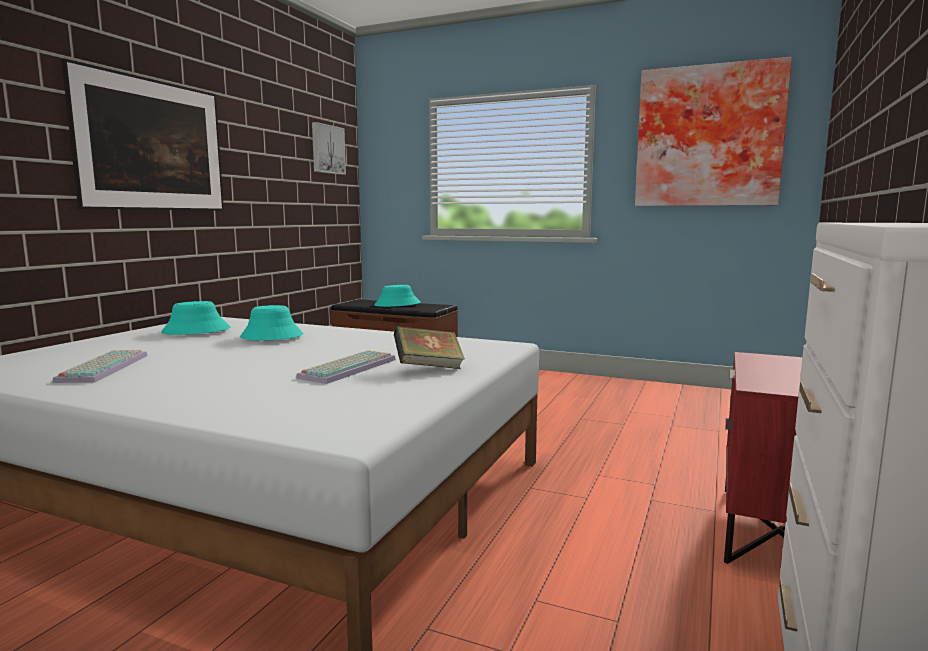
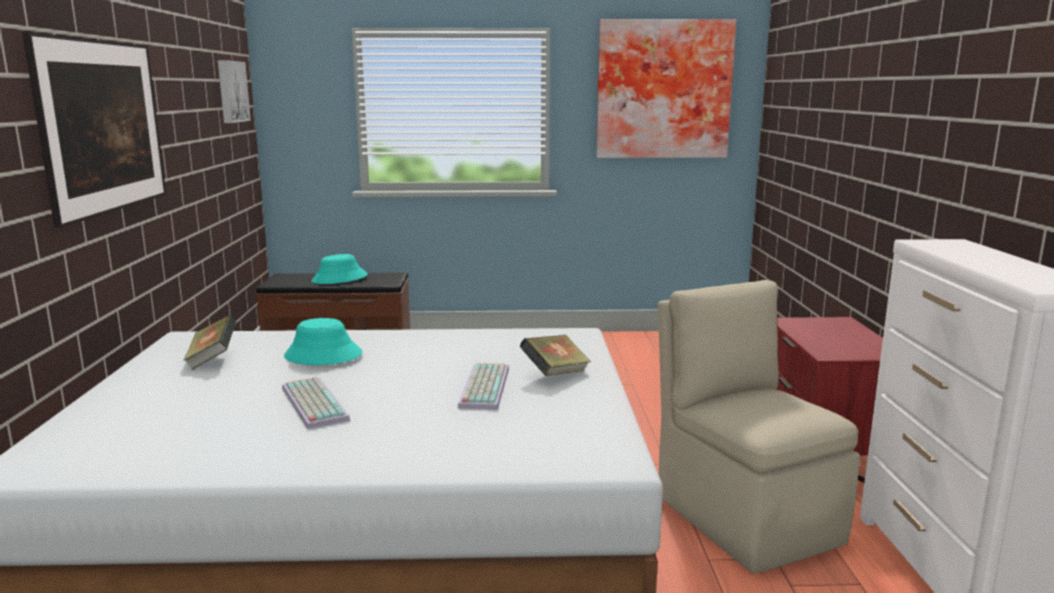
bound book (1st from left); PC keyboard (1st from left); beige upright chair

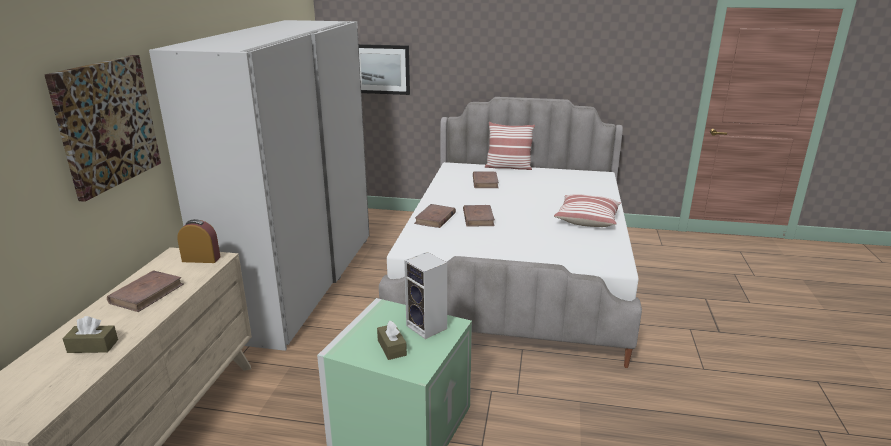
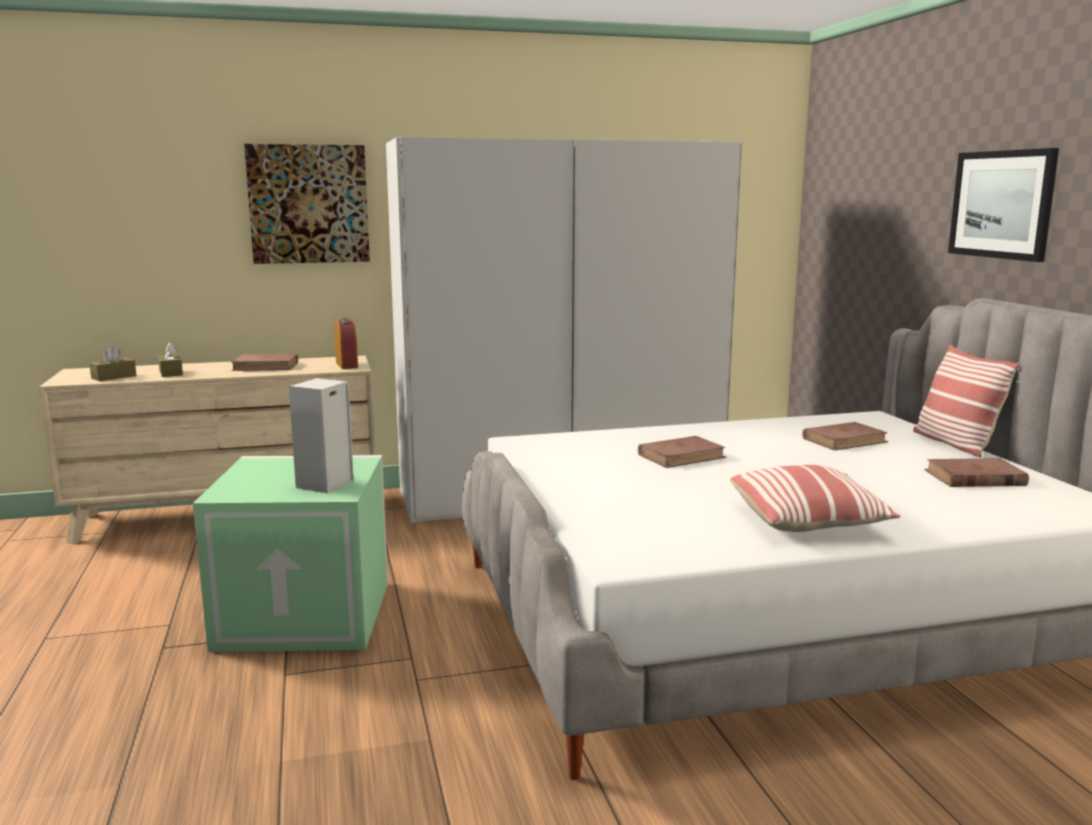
picture (2nd from left); brown bound book (4th from left); brown box of tissues (1st from left)

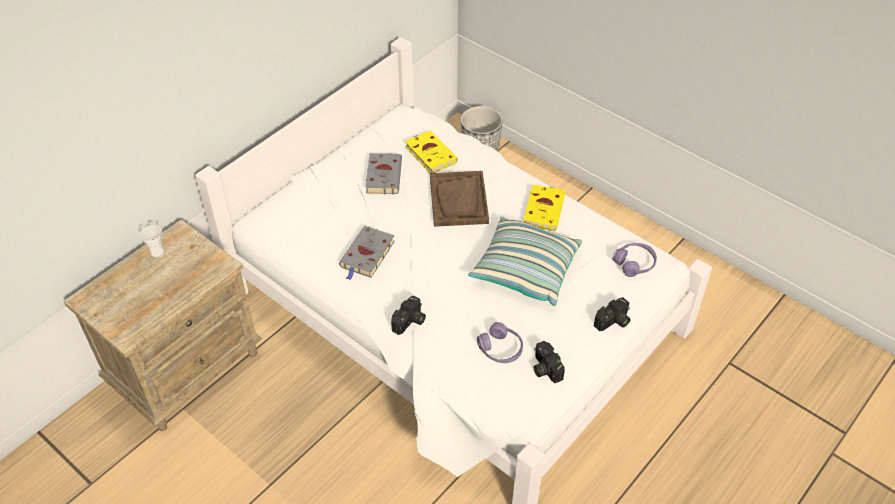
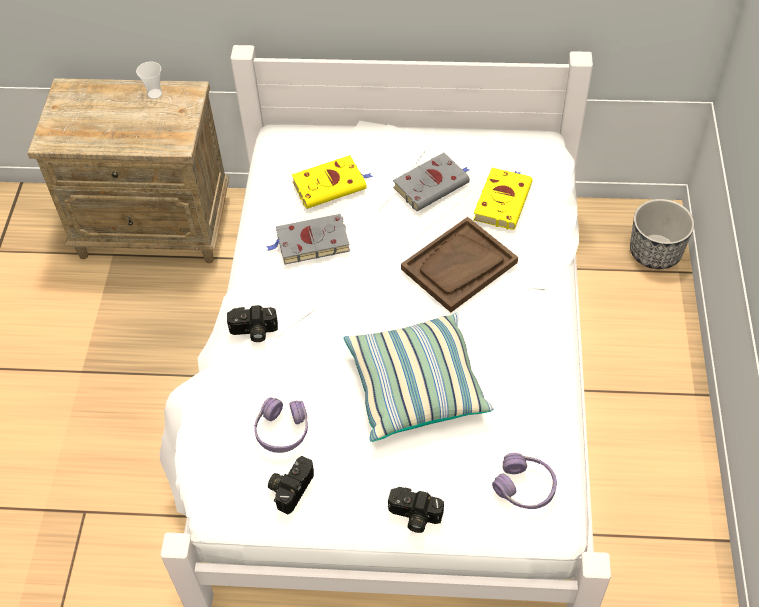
yellowish bound book (1st from left)

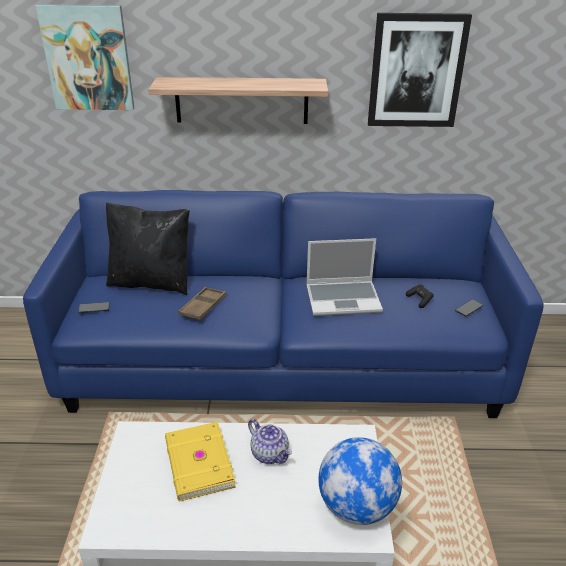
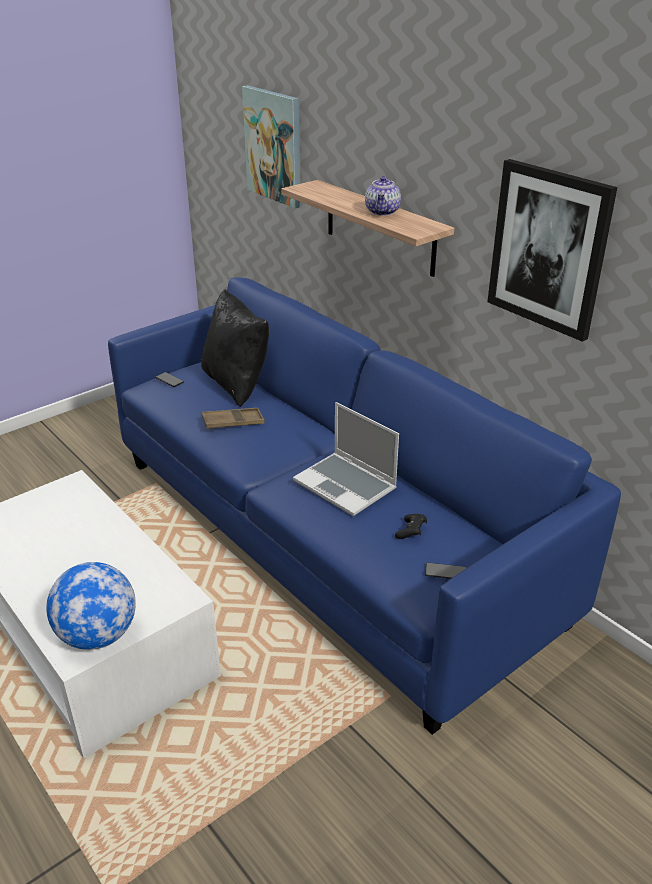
teapot; yellowish bound book

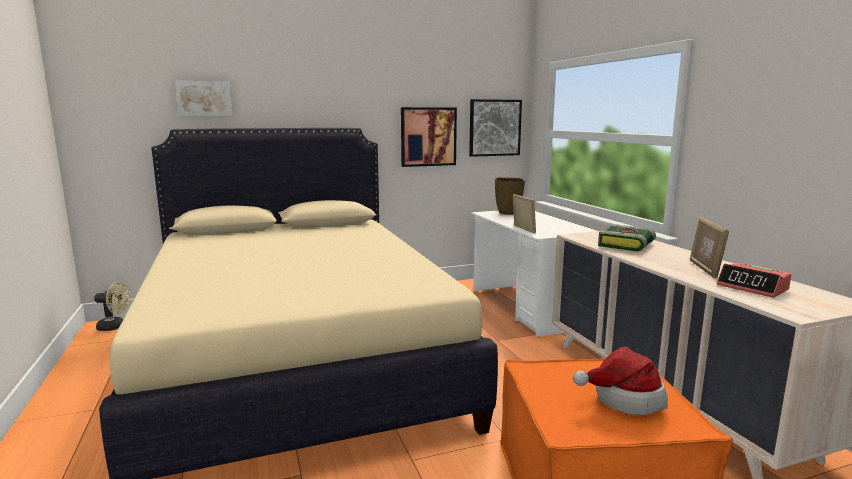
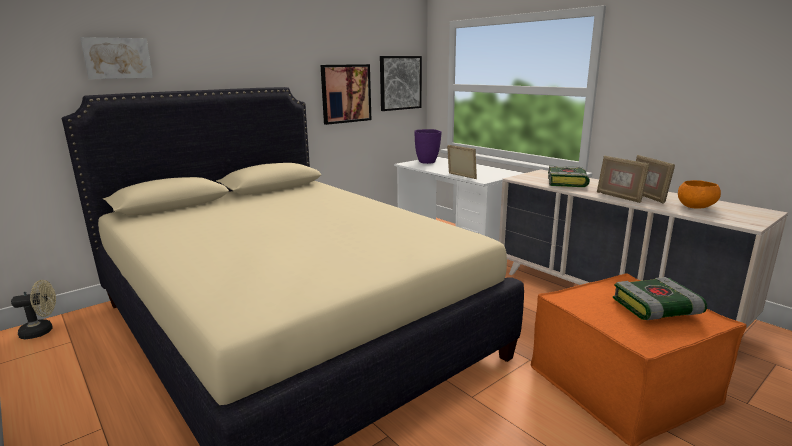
purple-coloured vase; orange deep dish; bound book (2nd from left); standing frame (2nd from left)

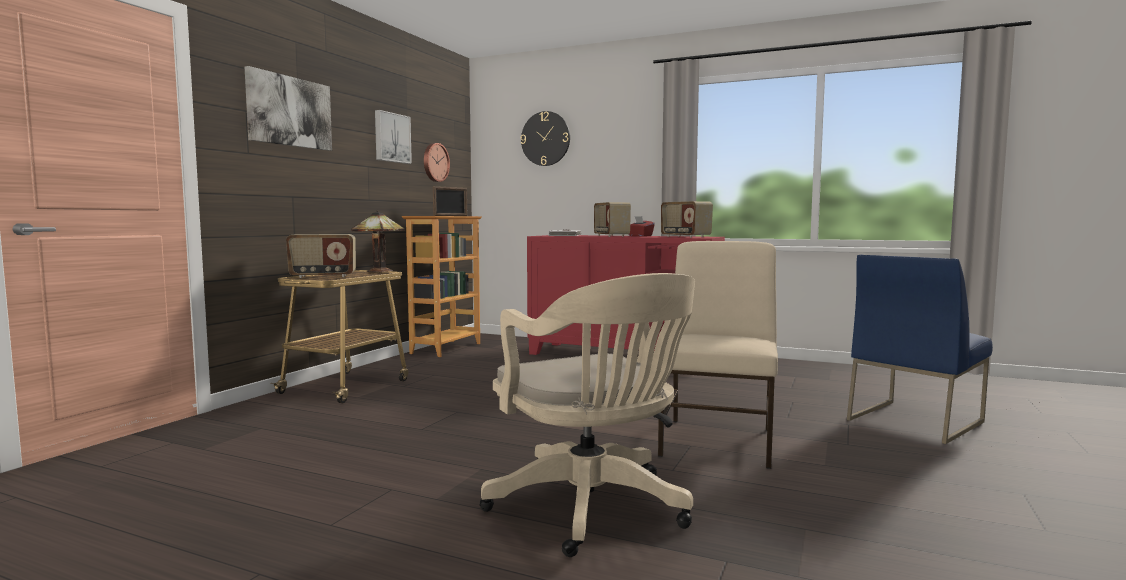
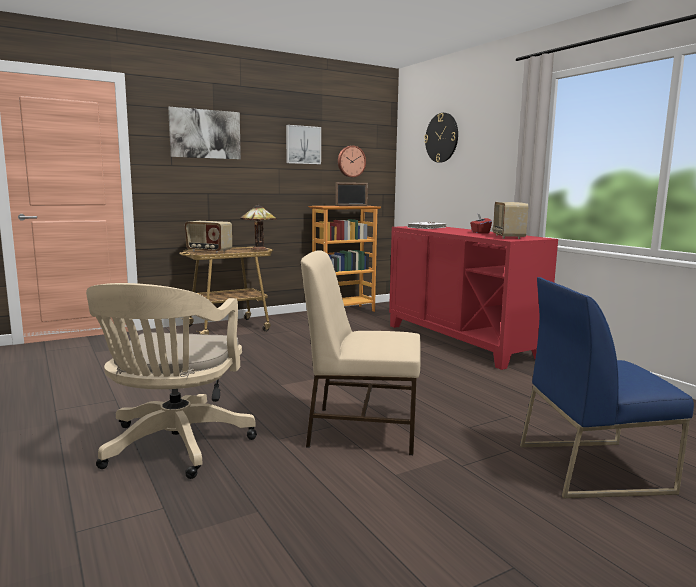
radio receiver (2nd from left in the first image); beige upright chair

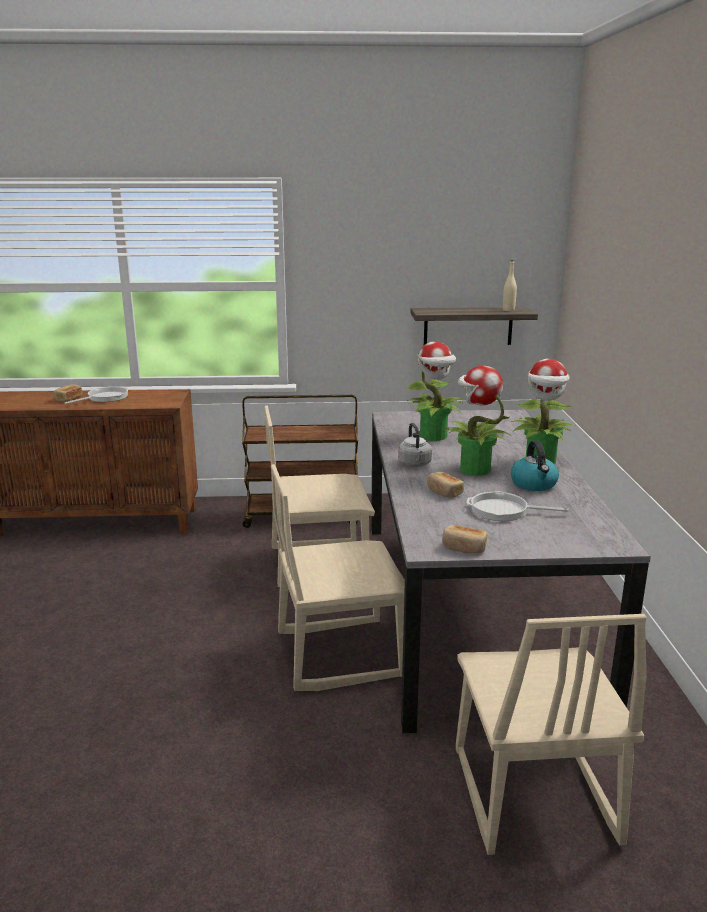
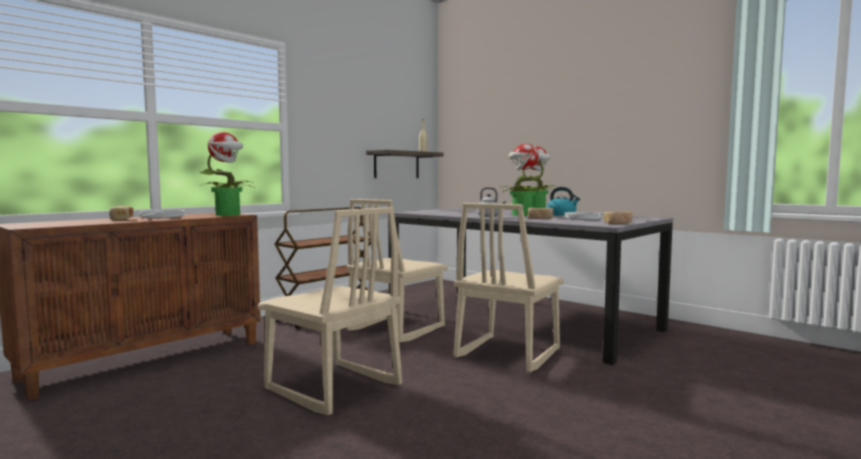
plant in a pot (1st from left); beige upright chair (1st from left)

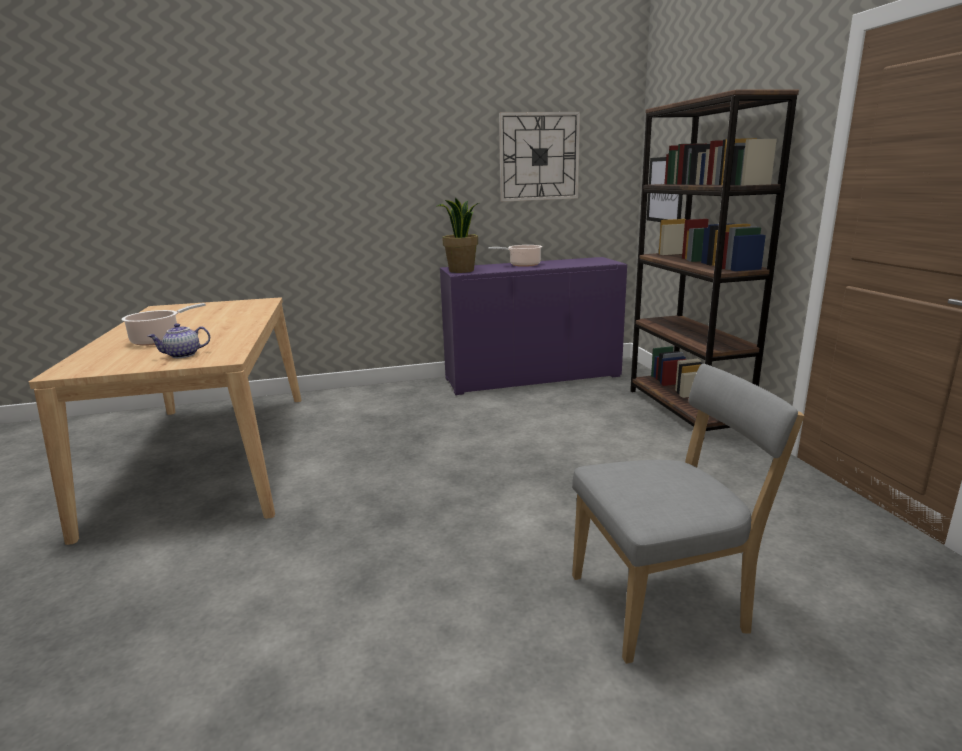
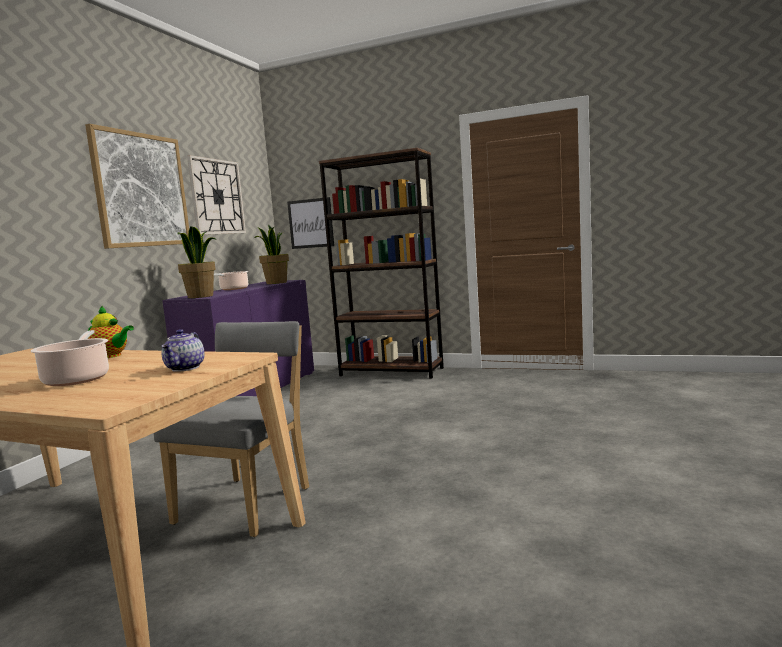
grey upright chair; picture (1st from left); plant in a pot (2nd from left); teapot (1st from left)

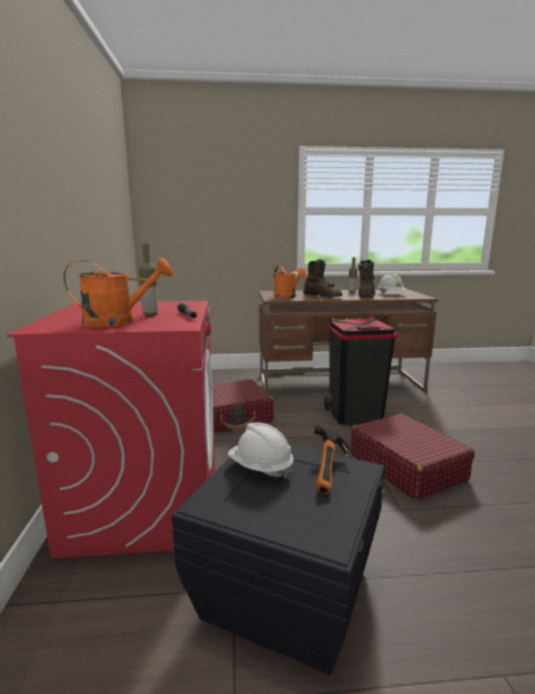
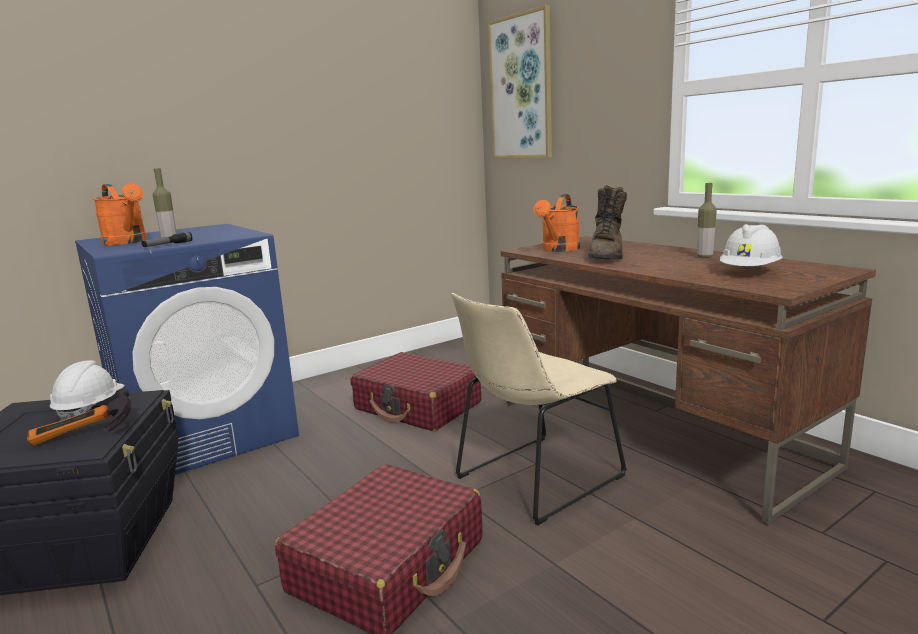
brown boot (2nd from left in the first image); blue-coloured laundry appliance; beige upright chair; picture

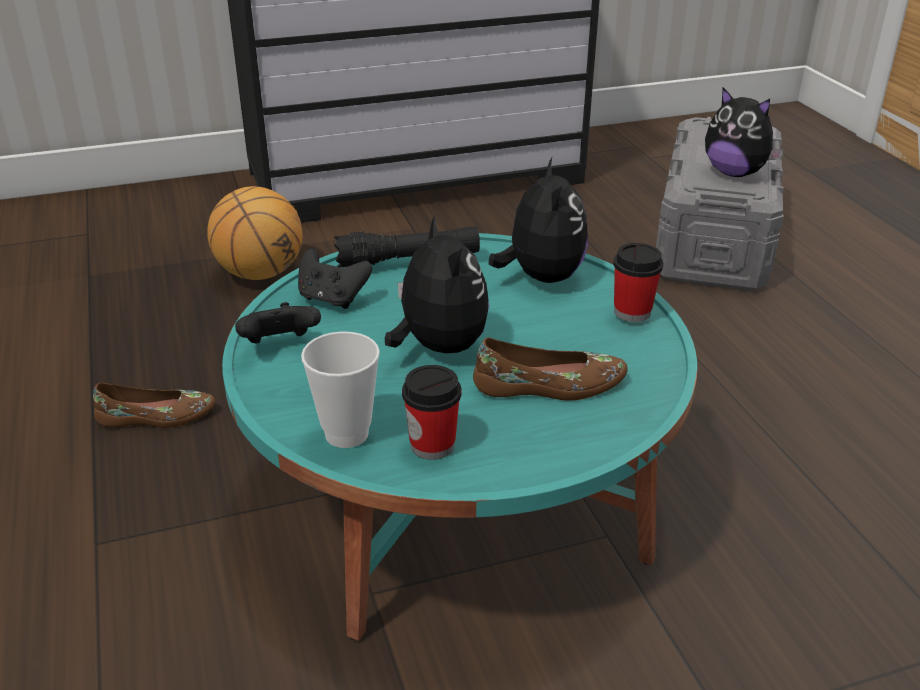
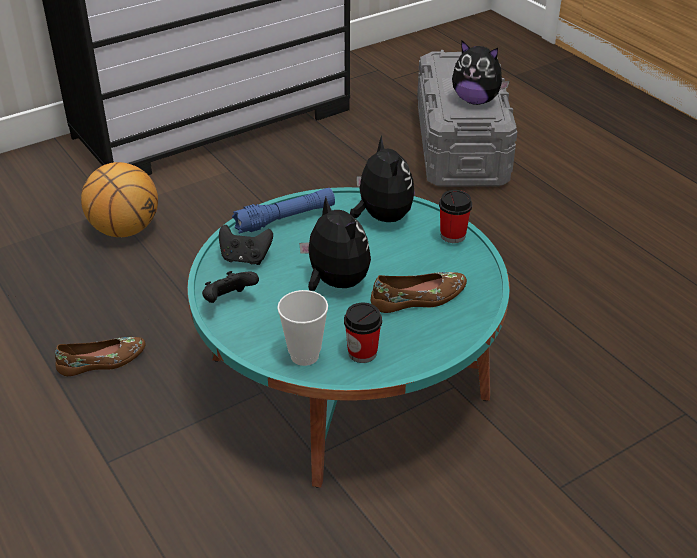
blue-coloured flashlight

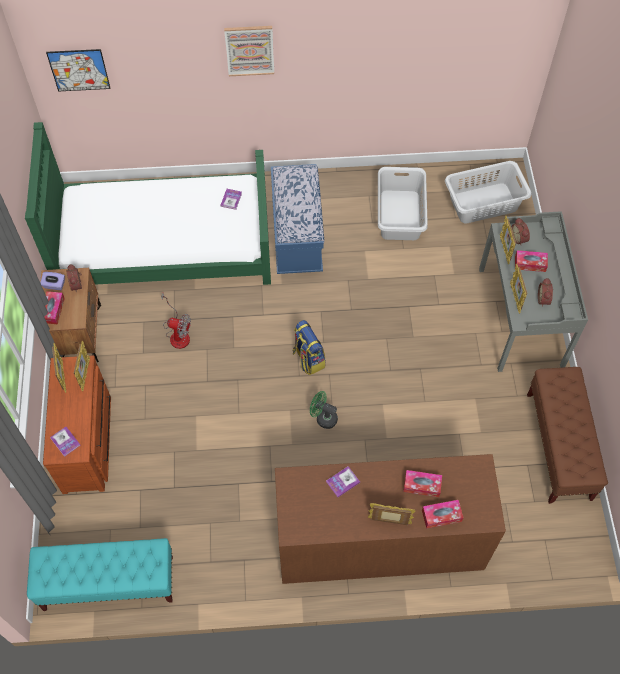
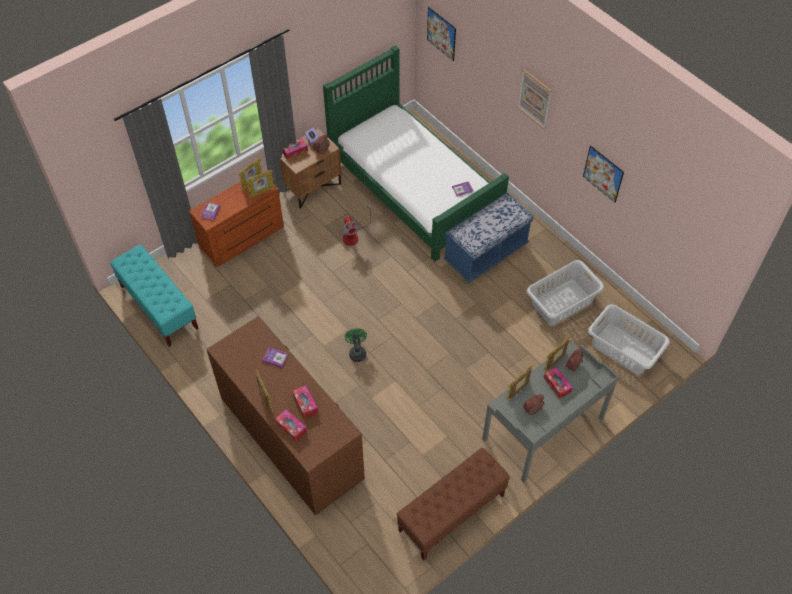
backpack; picture (3rd from left)

